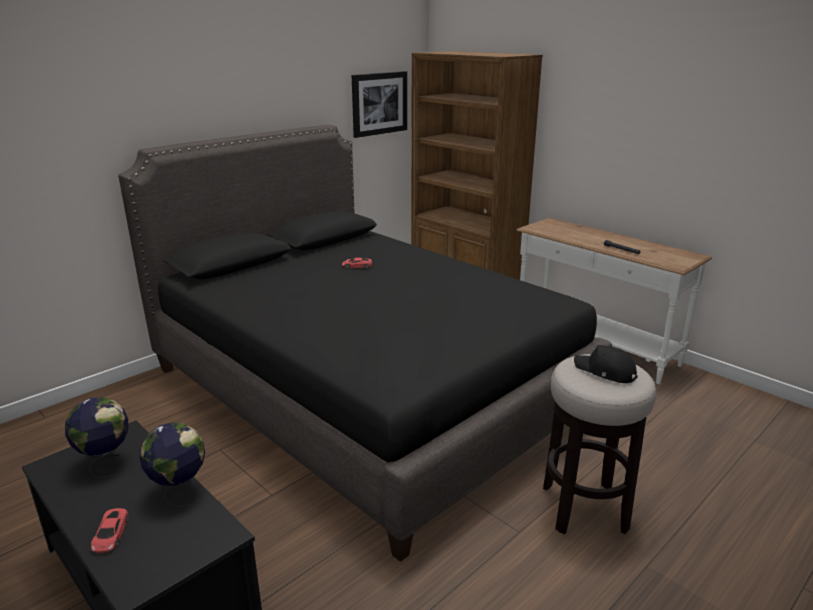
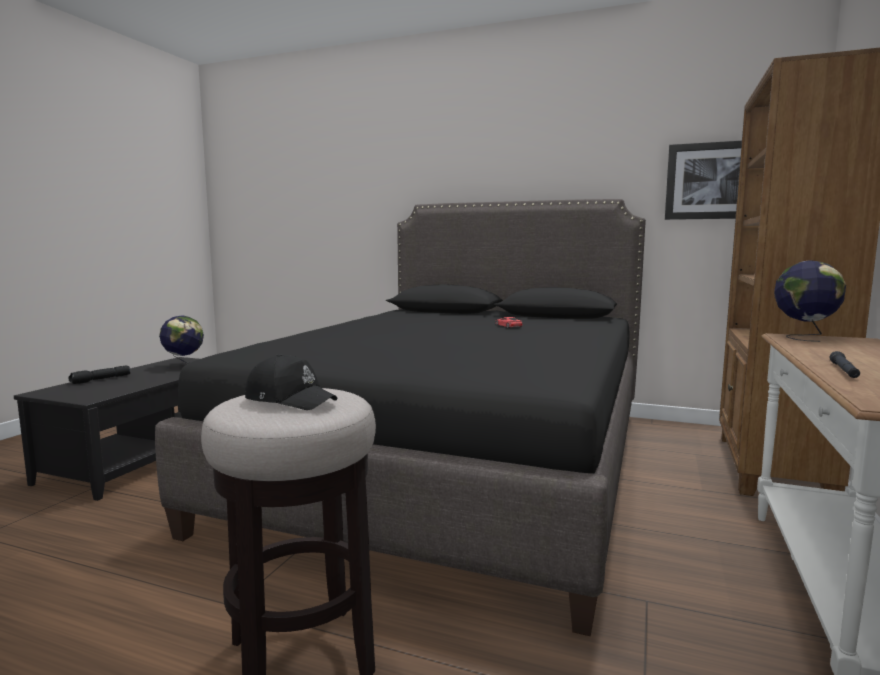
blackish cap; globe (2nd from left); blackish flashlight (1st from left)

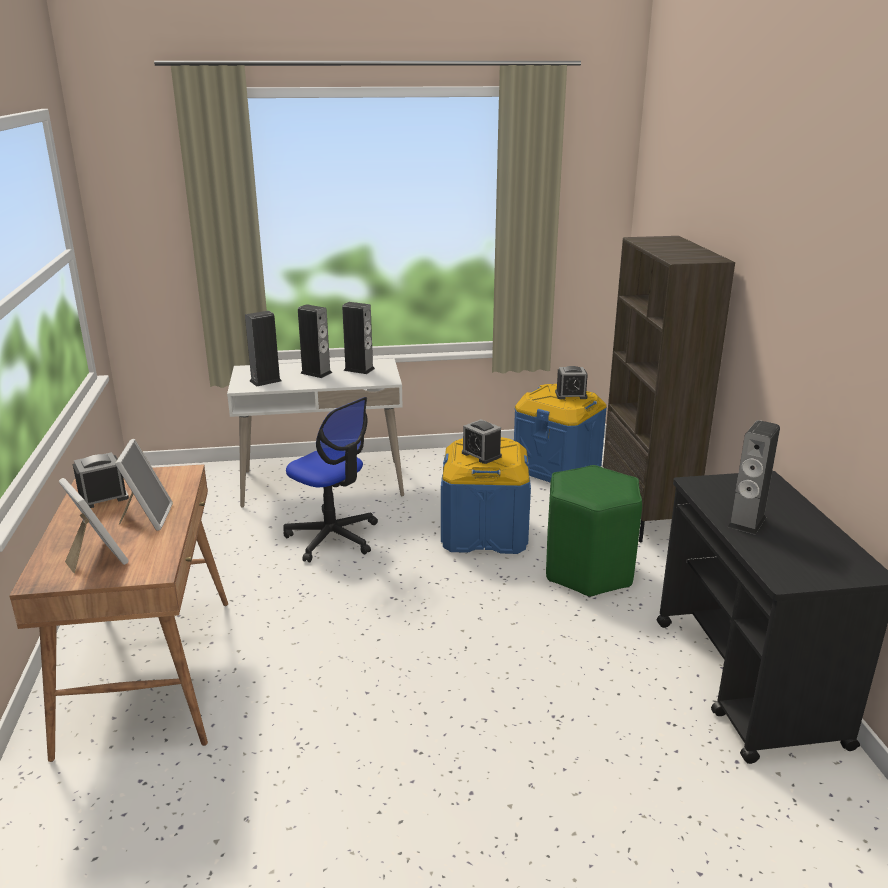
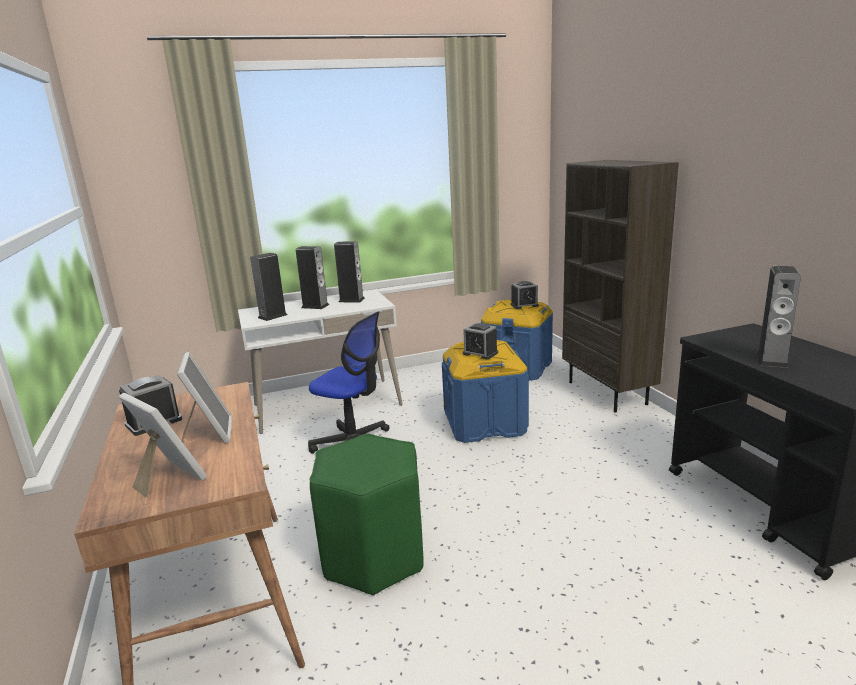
greenish stool

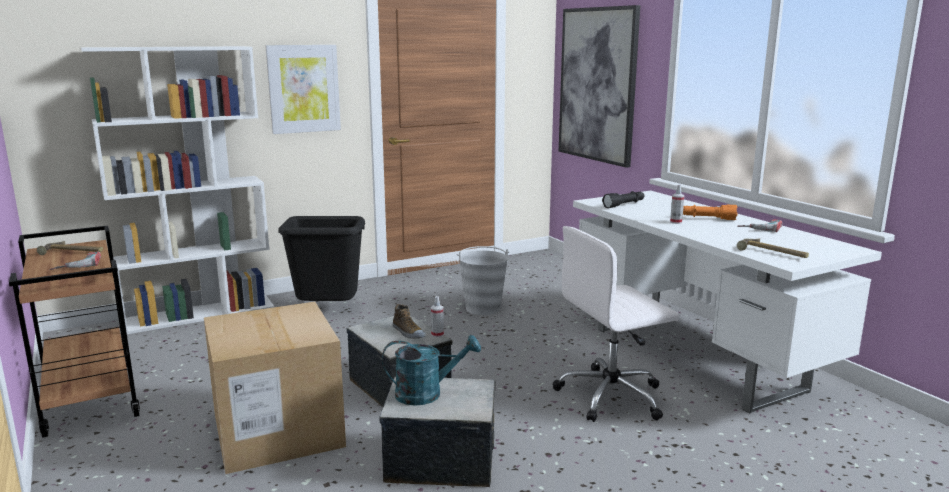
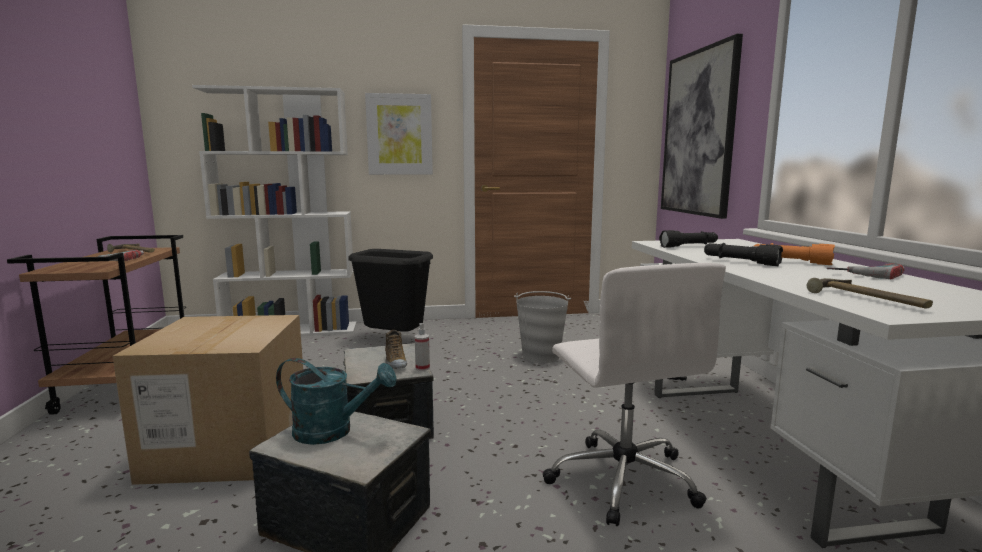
blackish flashlight (2nd from left); white-coloured desk chair

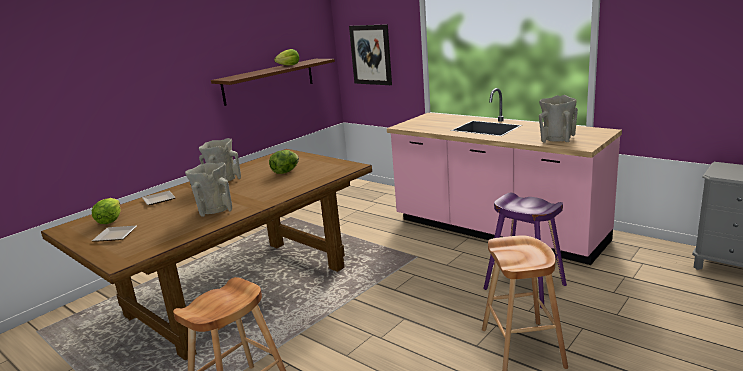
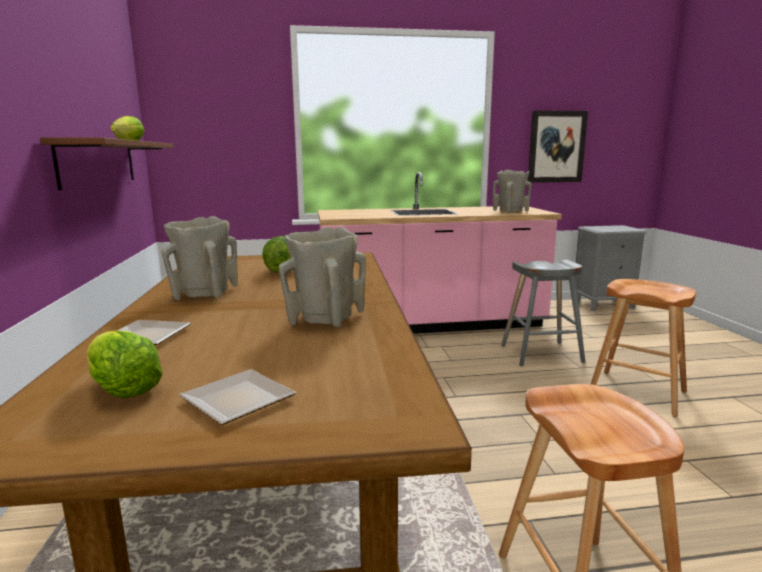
picture; grey stool

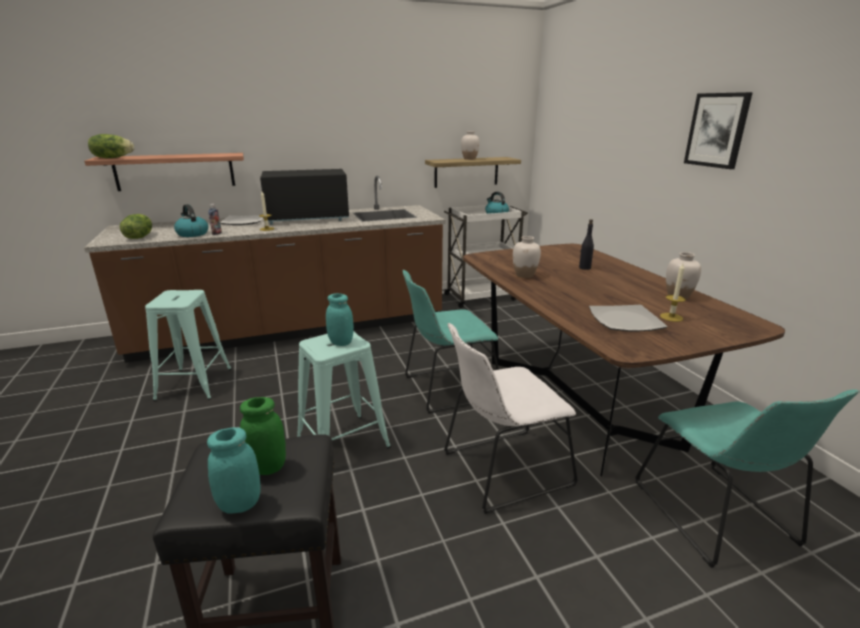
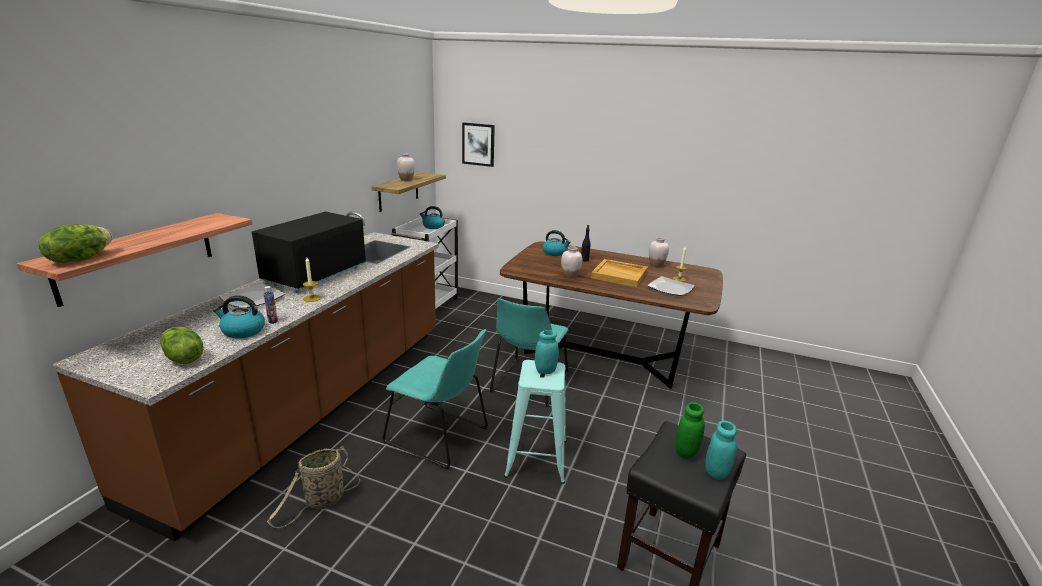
picture; basket; white-coloured upright chair; turquoise upright chair (1st from left); kettle (3rd from left); beige tray

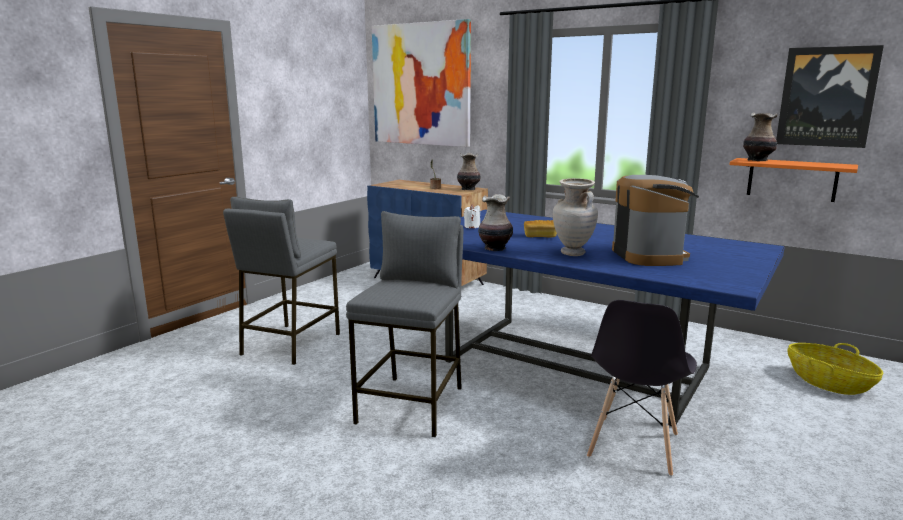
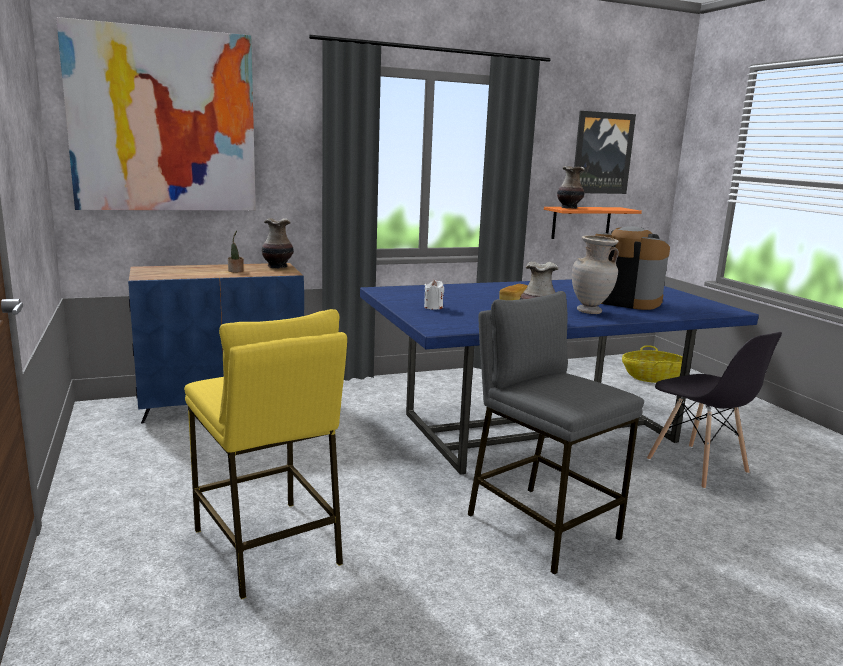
yellowish stool

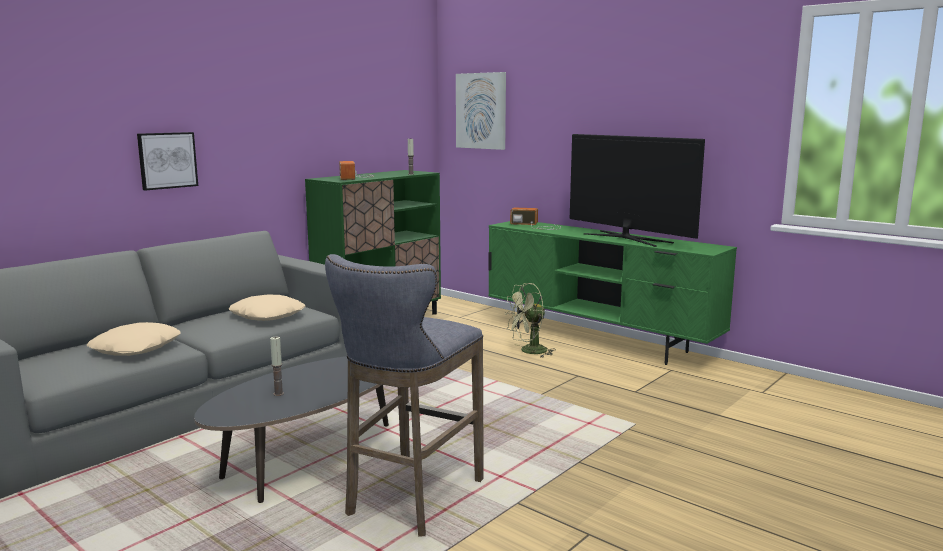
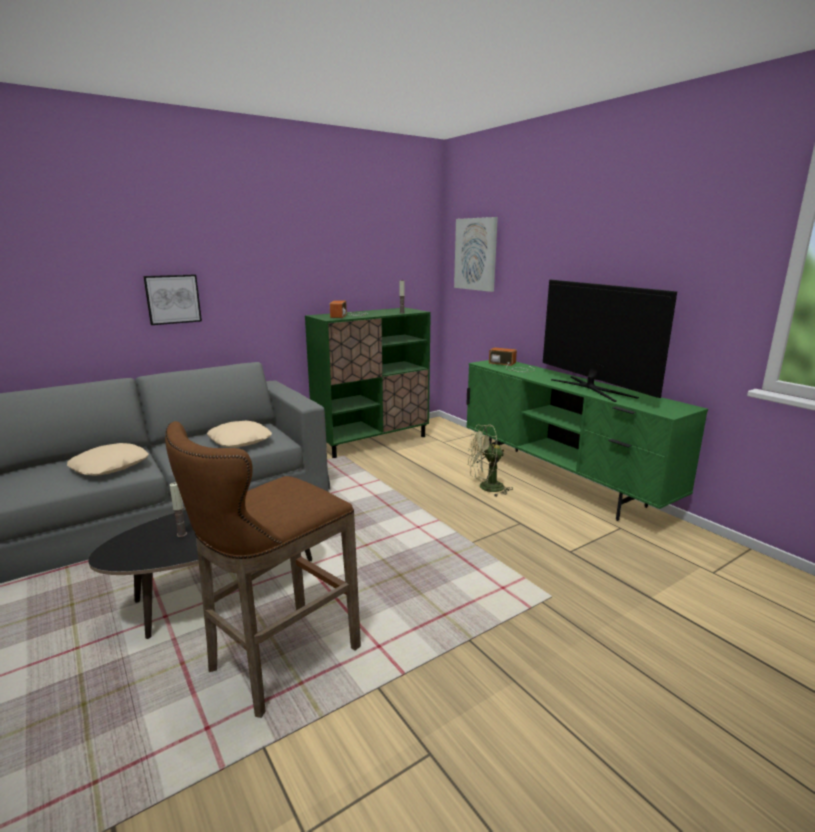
brown stool

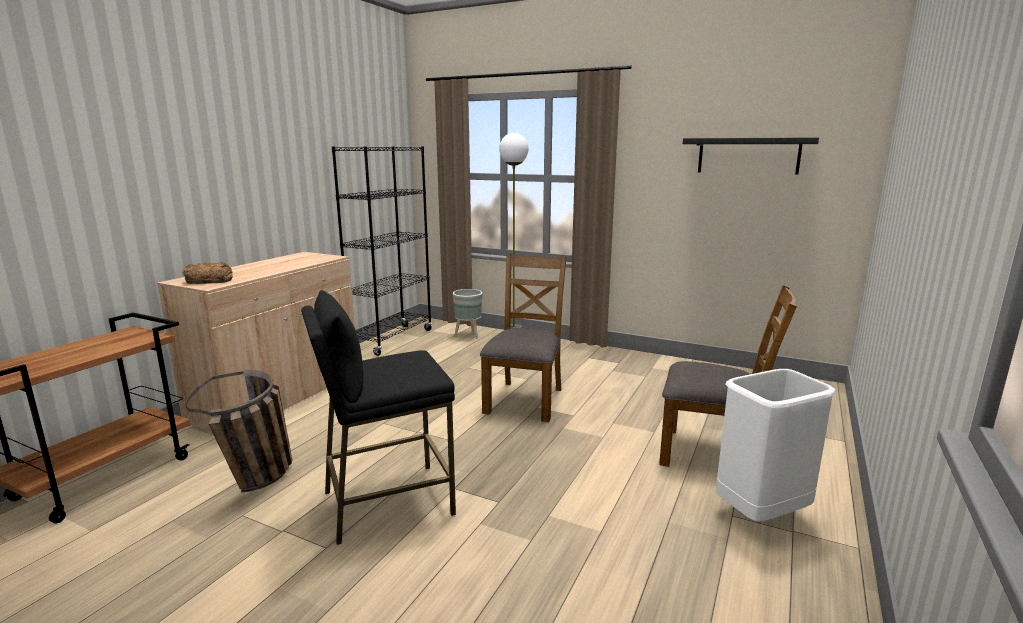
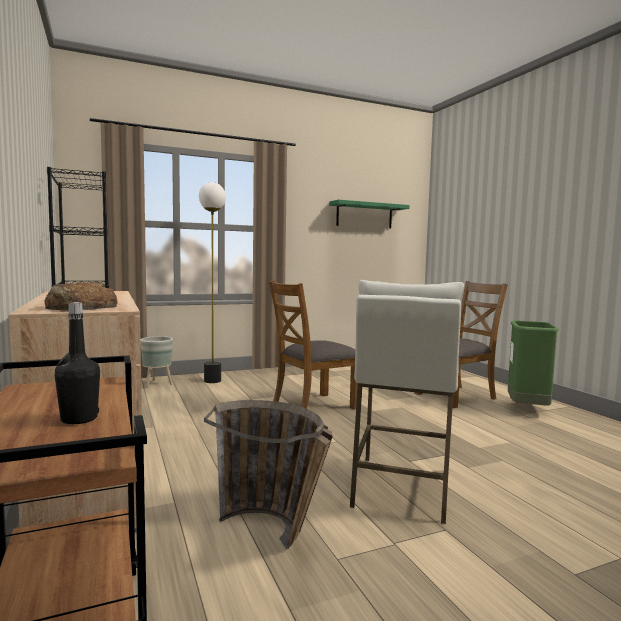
greenish shelf; brown upright chair (1st from left); white-coloured stool; greenish waste bin; blackish bottle

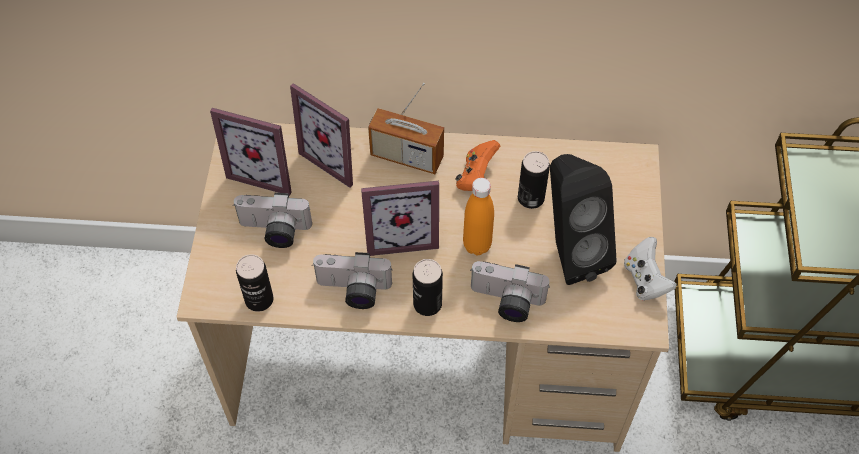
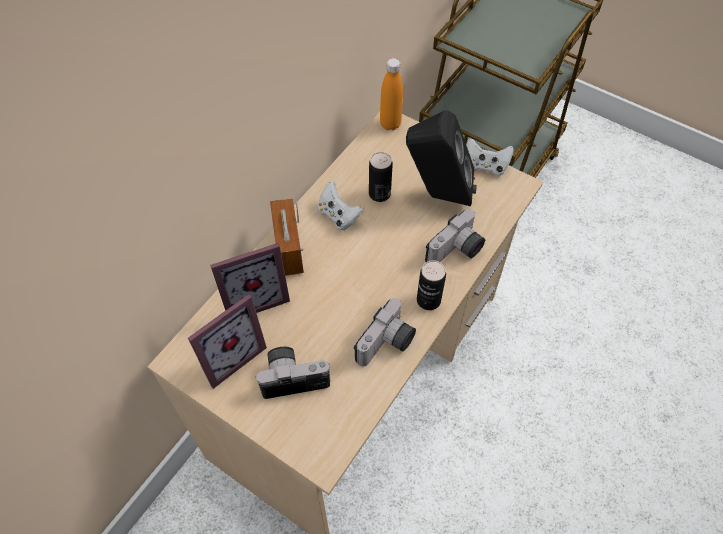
radio receiver; white-coloured gamepad (1st from left); orange bottle; standing frame (3rd from left in the first image); photo camera (1st from left); sealed can (1st from left in the first image)

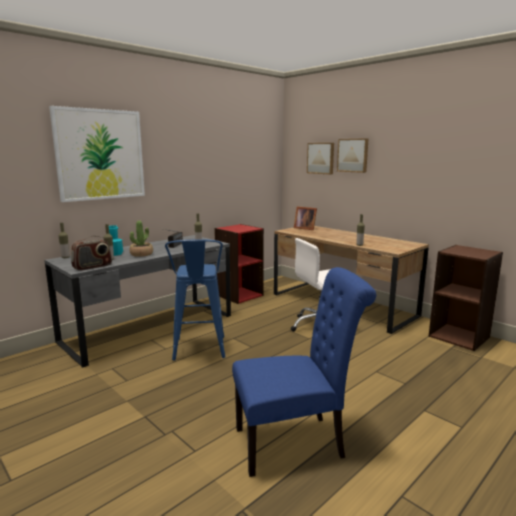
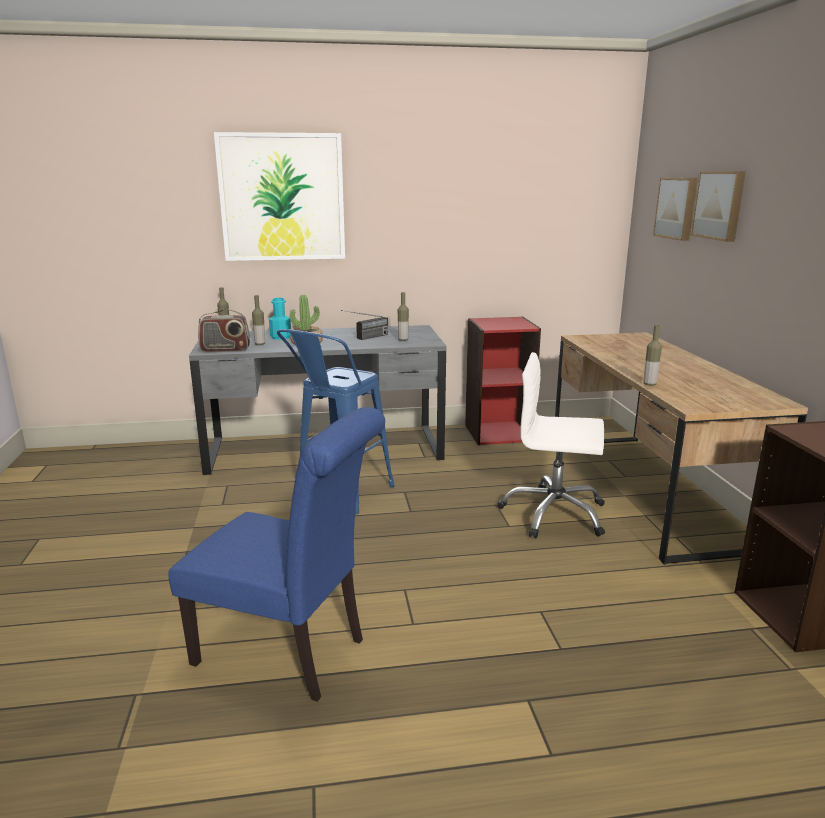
standing frame

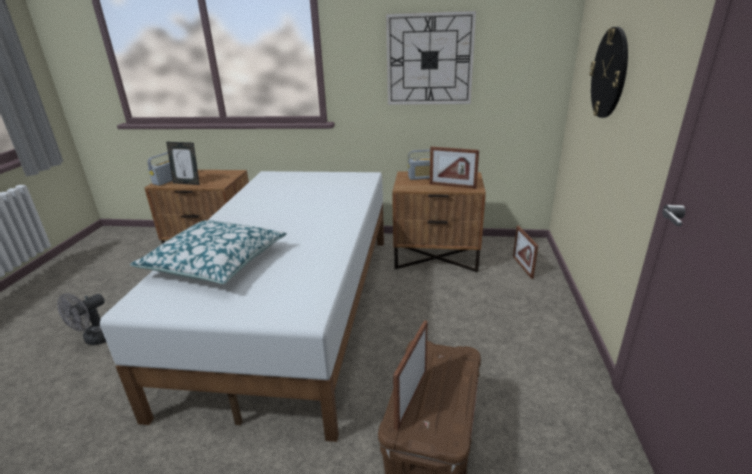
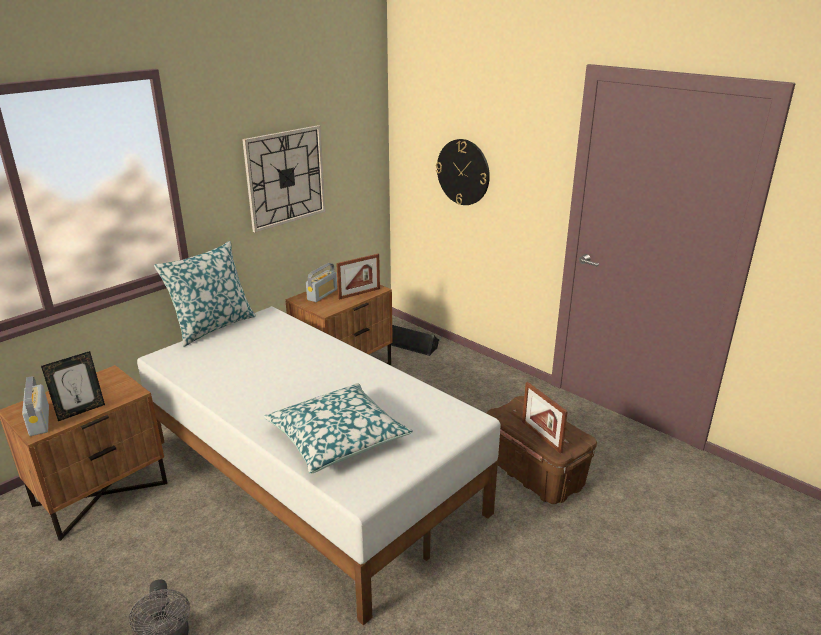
blackish loudspeaker; throw pillow (1st from left)

